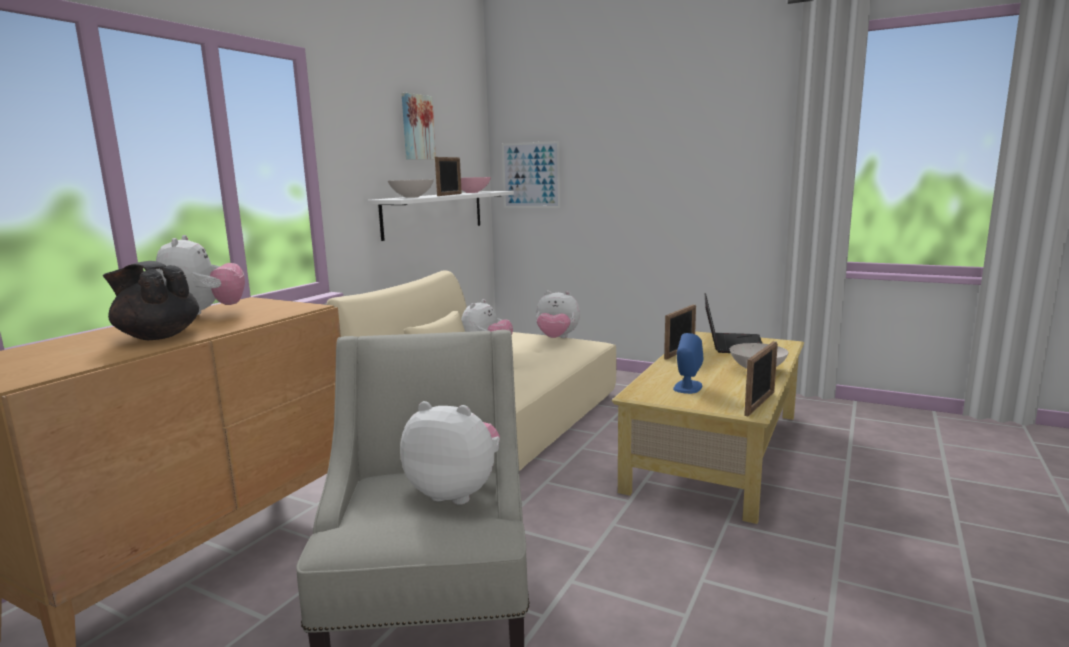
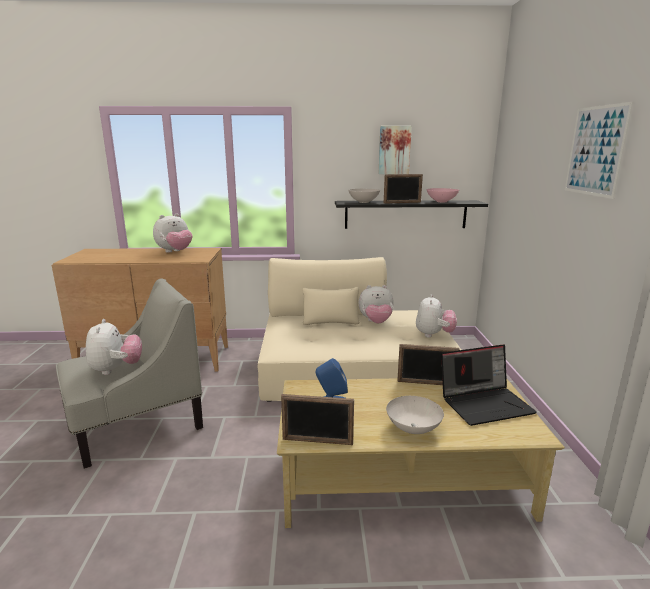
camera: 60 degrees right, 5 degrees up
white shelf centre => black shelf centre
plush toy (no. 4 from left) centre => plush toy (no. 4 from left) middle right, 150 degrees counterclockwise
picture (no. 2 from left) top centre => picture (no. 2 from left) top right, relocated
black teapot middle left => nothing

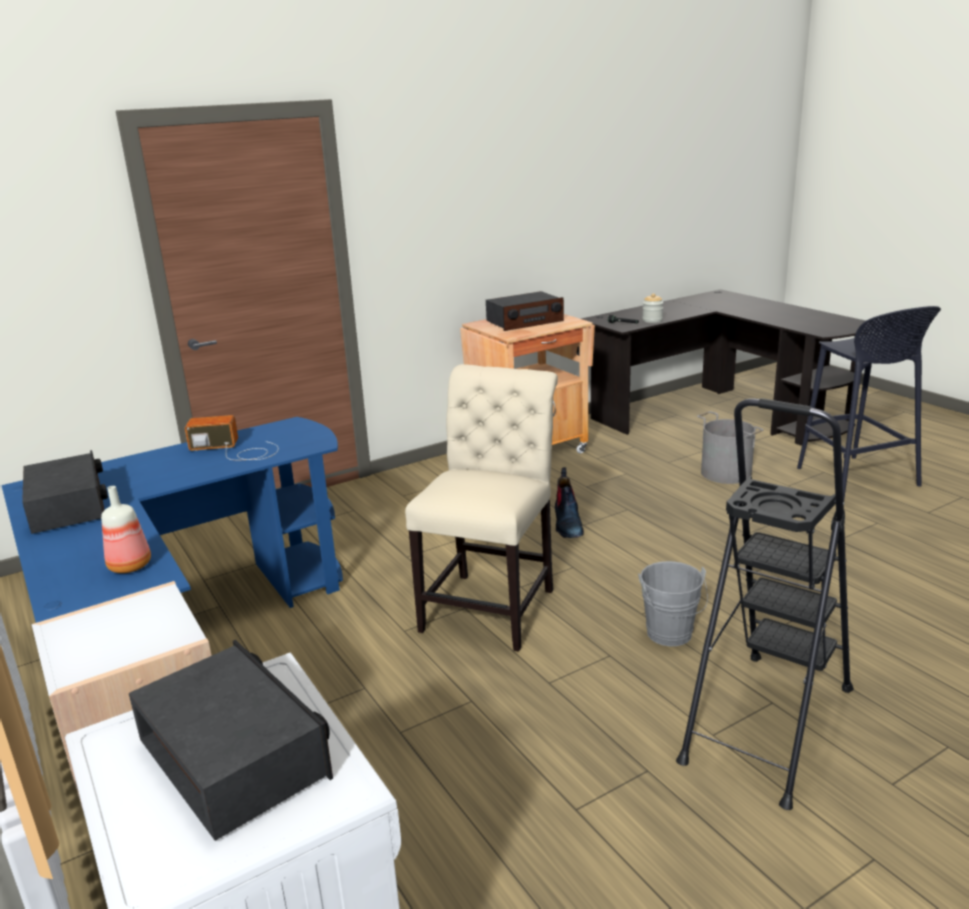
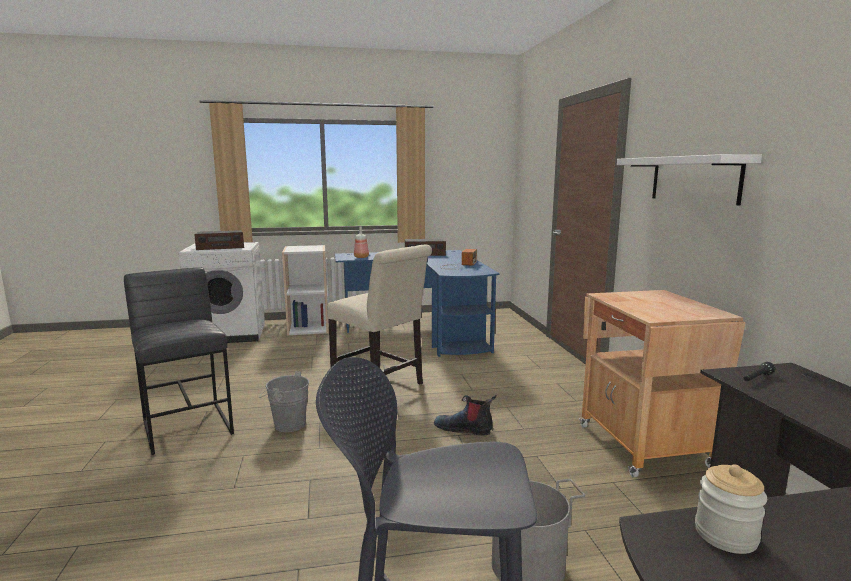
camera: 110 degrees right, 10 degrees down
step ladder middle right => grey stool (no. 1 from left) middle left
nothing => white shelf top right
jar middle right => jar bottom right, relocated
radio (no. 4 from left) centre => nothing

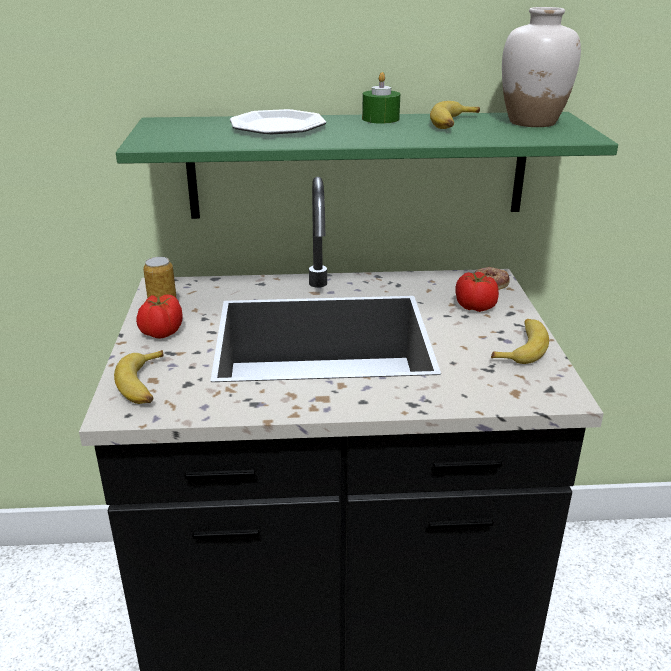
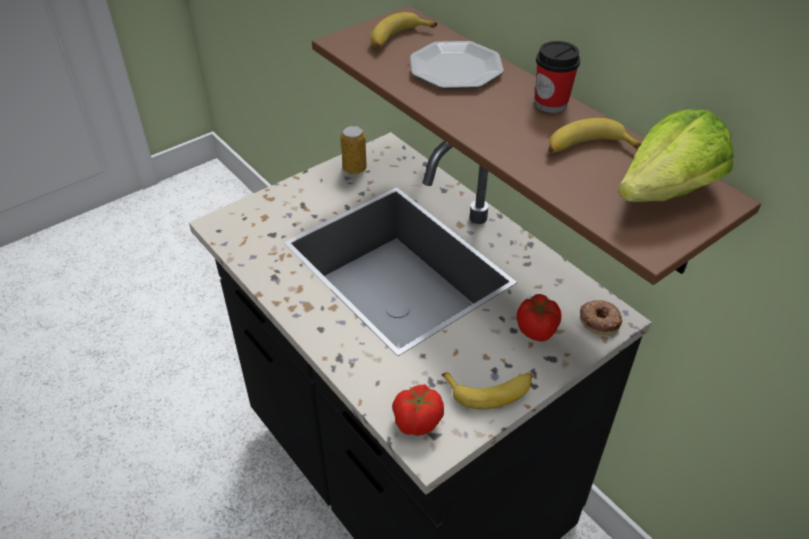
camera: 55 degrees right, 15 degrees up
green shelf top centre => brown shelf top centre
banana (no. 1 from left) middle left => banana (no. 1 from left) top centre, relocated
tomato (no. 1 from left) middle left => tomato (no. 1 from left) bottom centre, relocated
green candle top centre => cup top right
white vase top right => lettuce top right

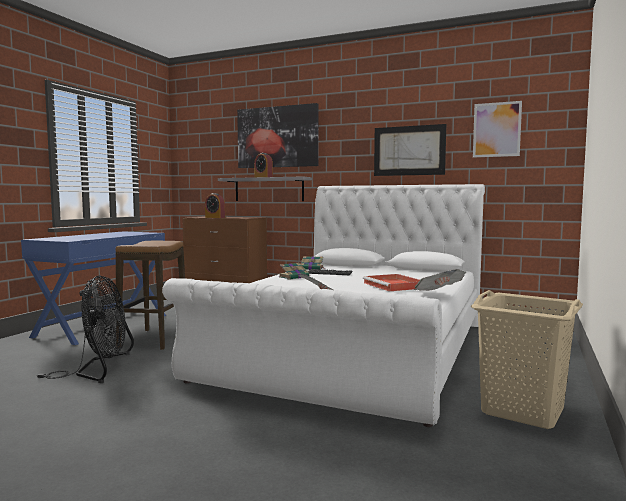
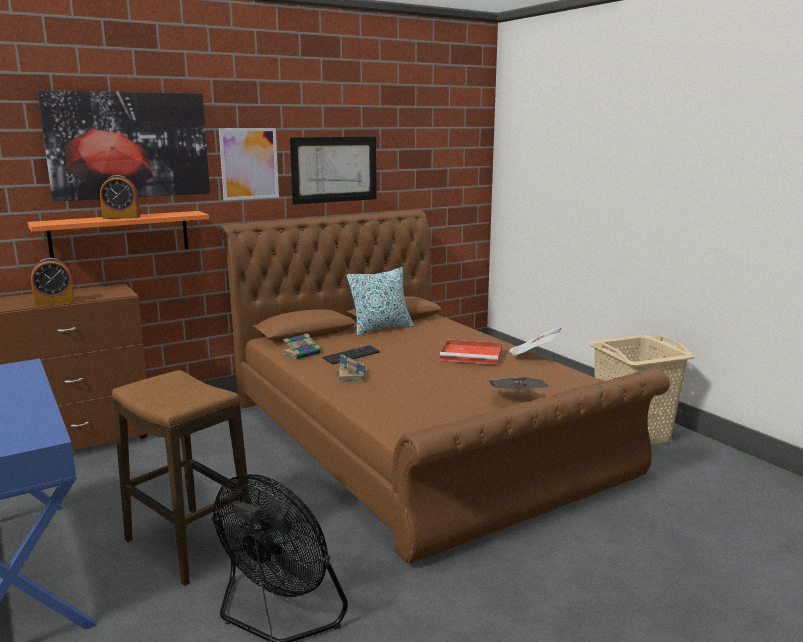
camera: 55 degrees left, 10 degrees up
grey shelf centre => orange shelf middle left
picture (no. 3 from left in the first image) top right => picture (no. 2 from left) top left, relocated
white bed centre => brown bed centre
nothing => pillow centre

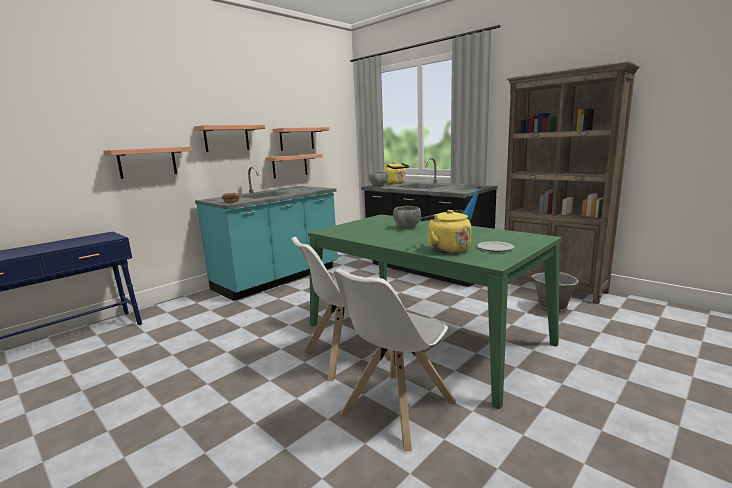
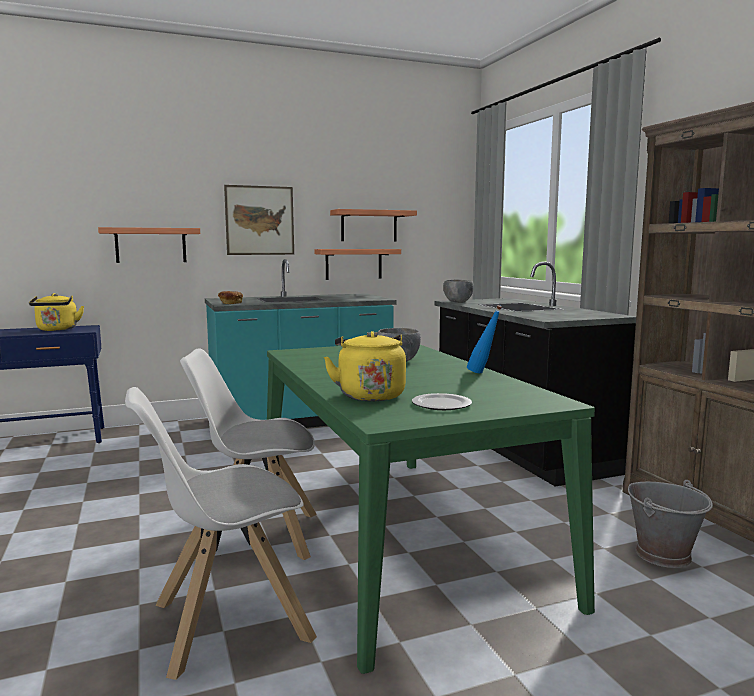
camera: 25 degrees right, 5 degrees down
yellow kettle (no. 1 from left) centre => yellow kettle (no. 1 from left) middle left, relocated
shelf (no. 2 from left) top left => picture top centre

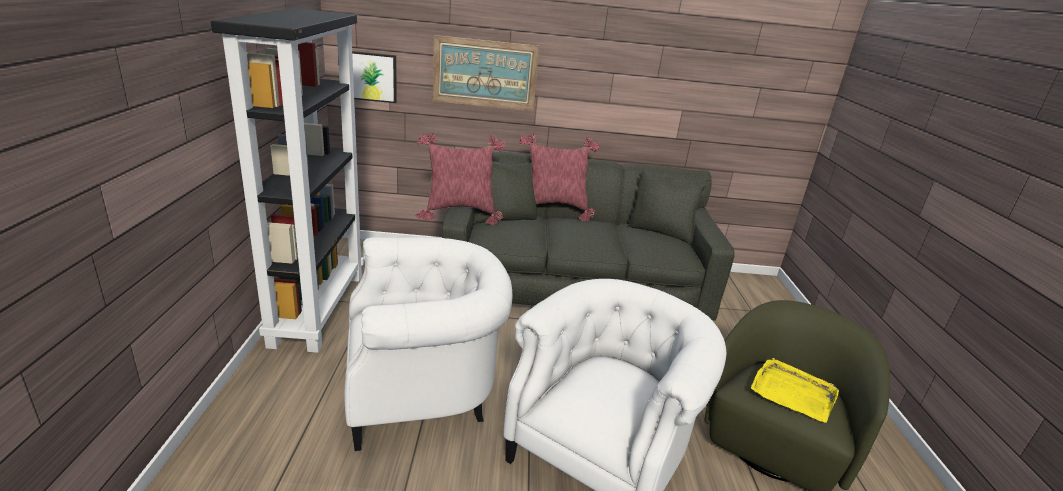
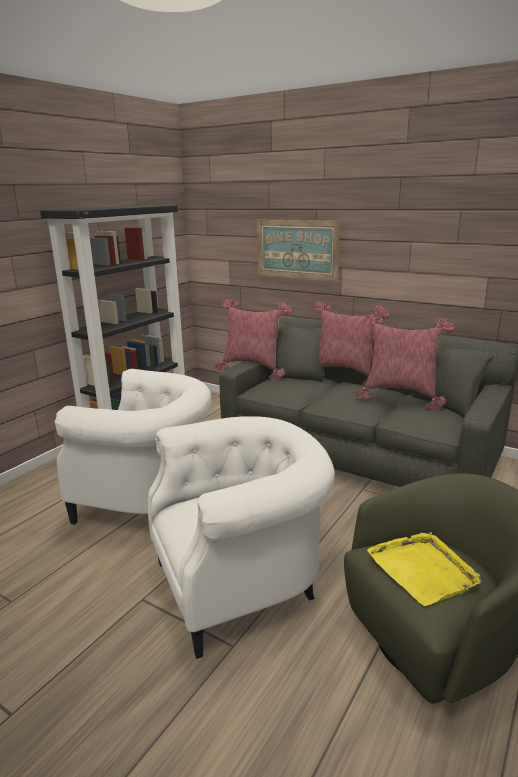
camera: 35 degrees right, 5 degrees down
nothing => red pillow (no. 3 from left) middle right
picture (no. 1 from left) top centre => nothing

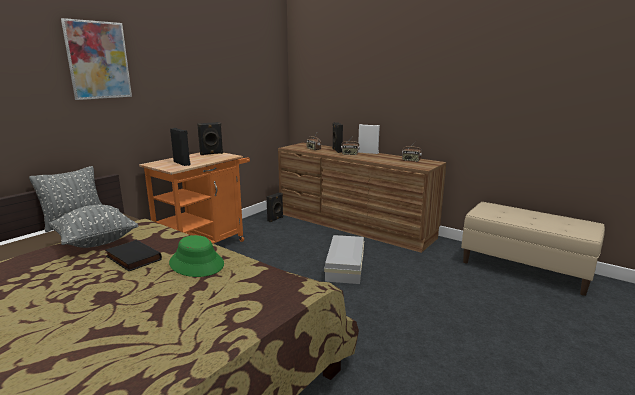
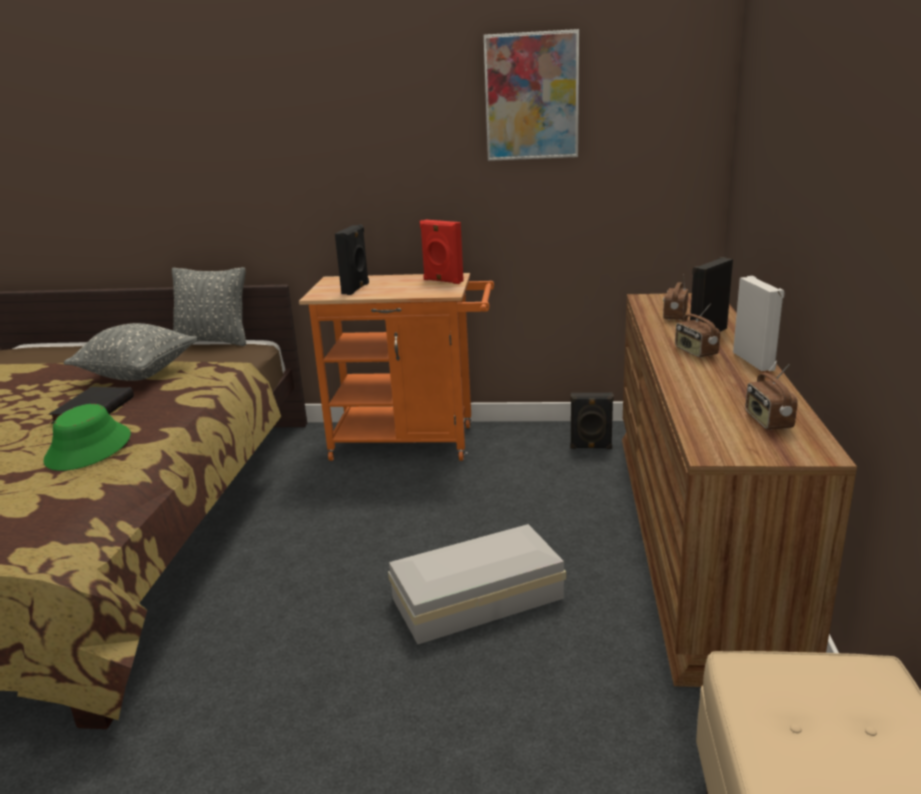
camera: 60 degrees right, 5 degrees up
black speaker (no. 2 from left) middle left => red speaker top centre
picture top left => picture top centre, relocated

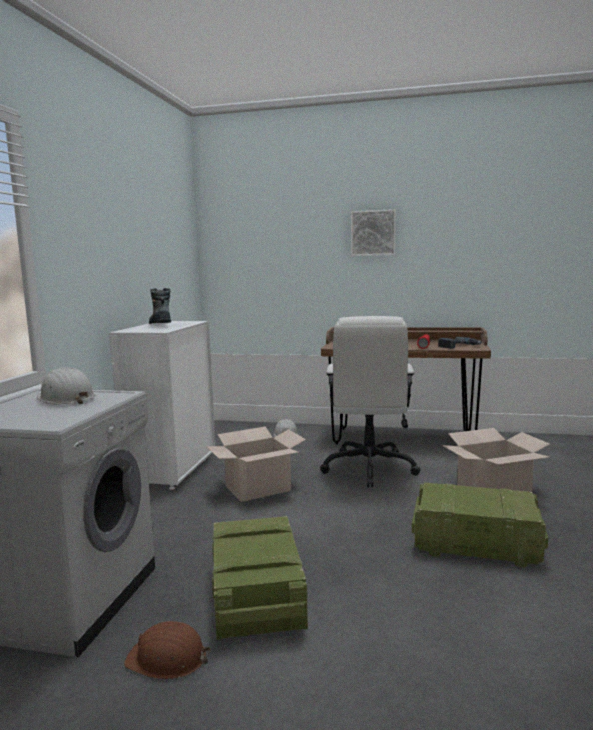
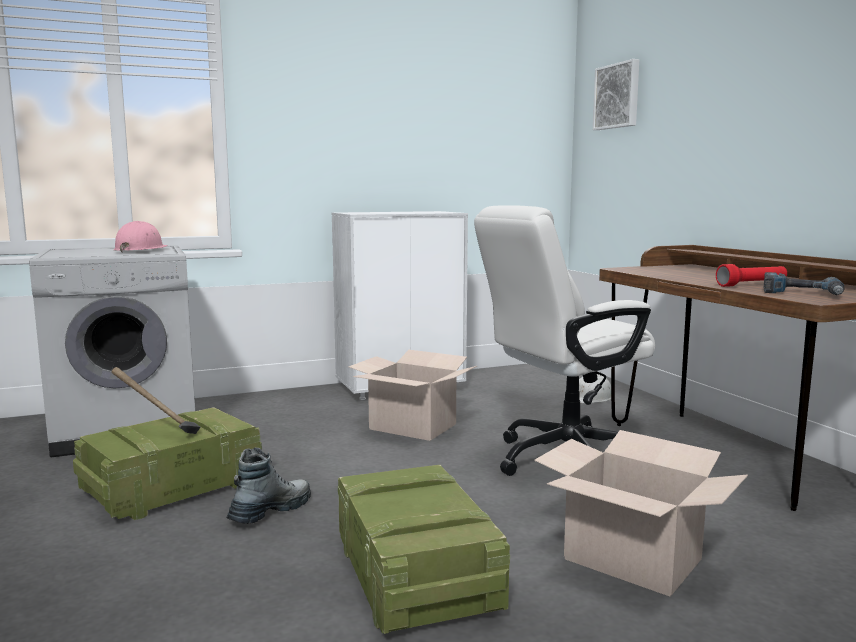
camera: 55 degrees right, 0 degrees up
nothing => hammer middle left
white hard hat (no. 1 from left) middle left => pink hard hat middle left
boot middle left => boot bottom left, relocated
picture top centre => picture top right, relocated
brown hard hat bottom left => nothing

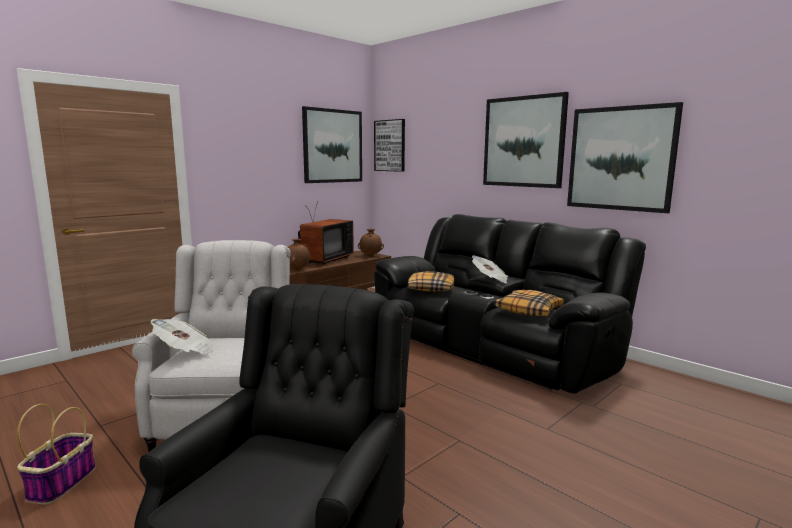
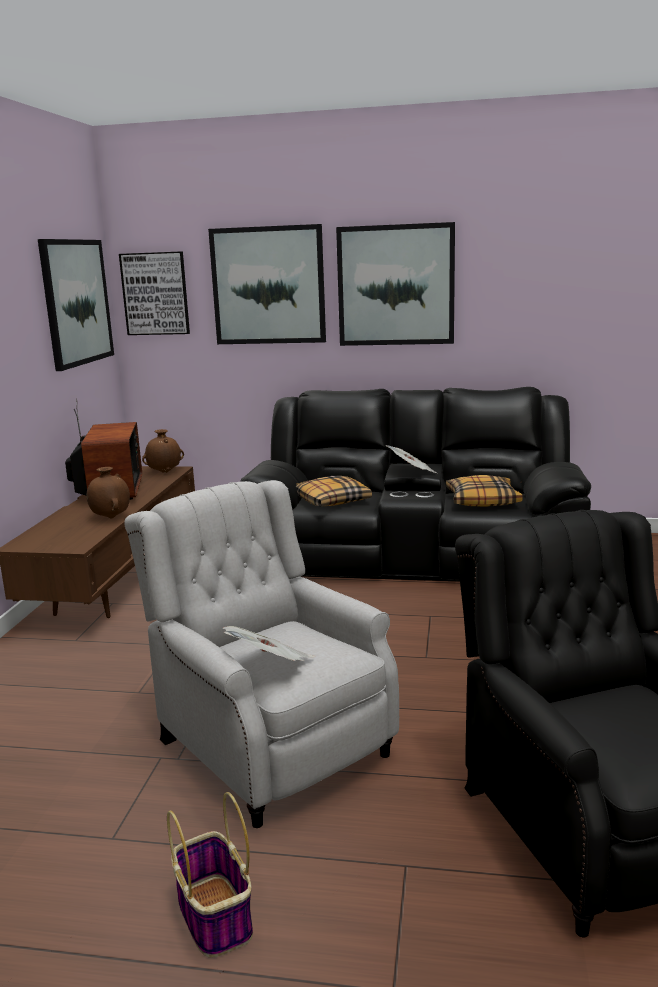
camera: 35 degrees left, 5 degrees up
picture (no. 4 from left in the first image) top right => picture (no. 3 from left) top centre, relocated

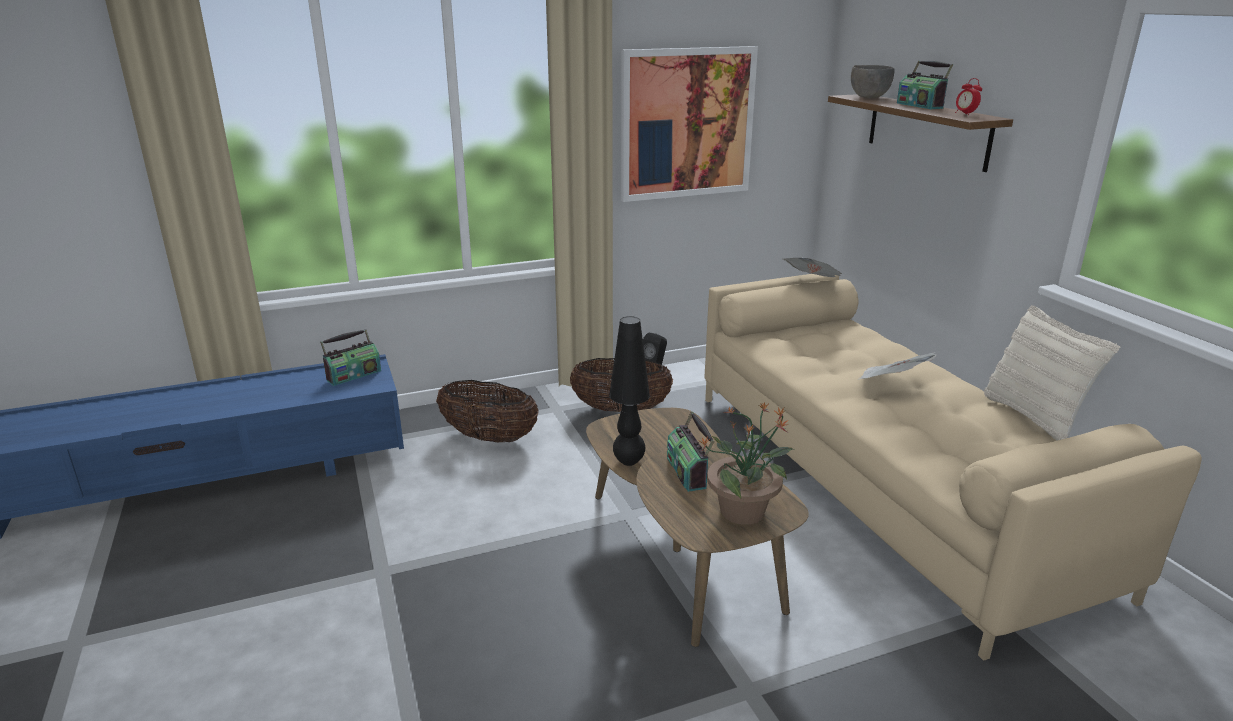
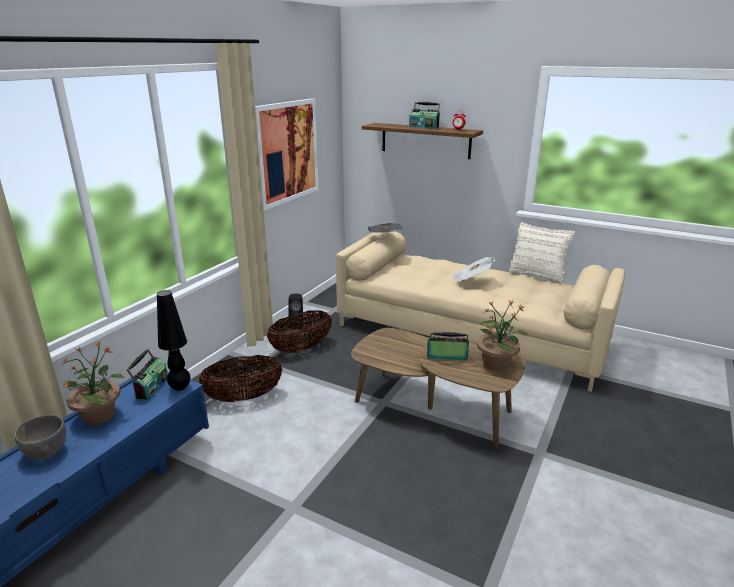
camera: 40 degrees left, 0 degrees up
grey bowl top right => grey bowl bottom left, relocated
nothing => potted plant (no. 1 from left) middle left
black table lamp centre => black table lamp middle left, relocated
radio (no. 2 from left in the first image) centre => radio (no. 3 from left) centre, 150 degrees clockwise

